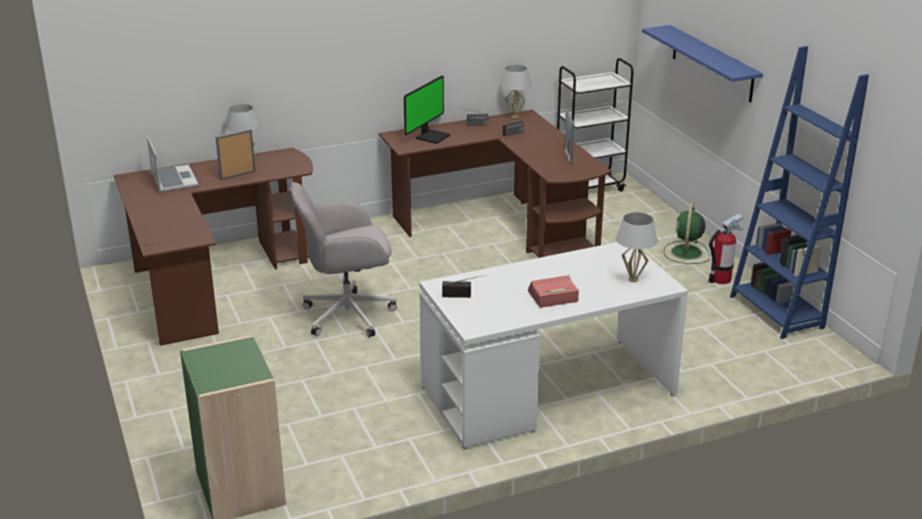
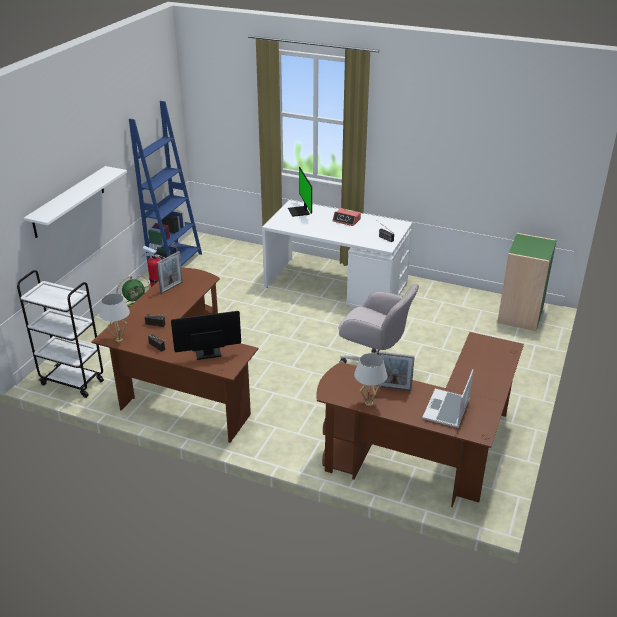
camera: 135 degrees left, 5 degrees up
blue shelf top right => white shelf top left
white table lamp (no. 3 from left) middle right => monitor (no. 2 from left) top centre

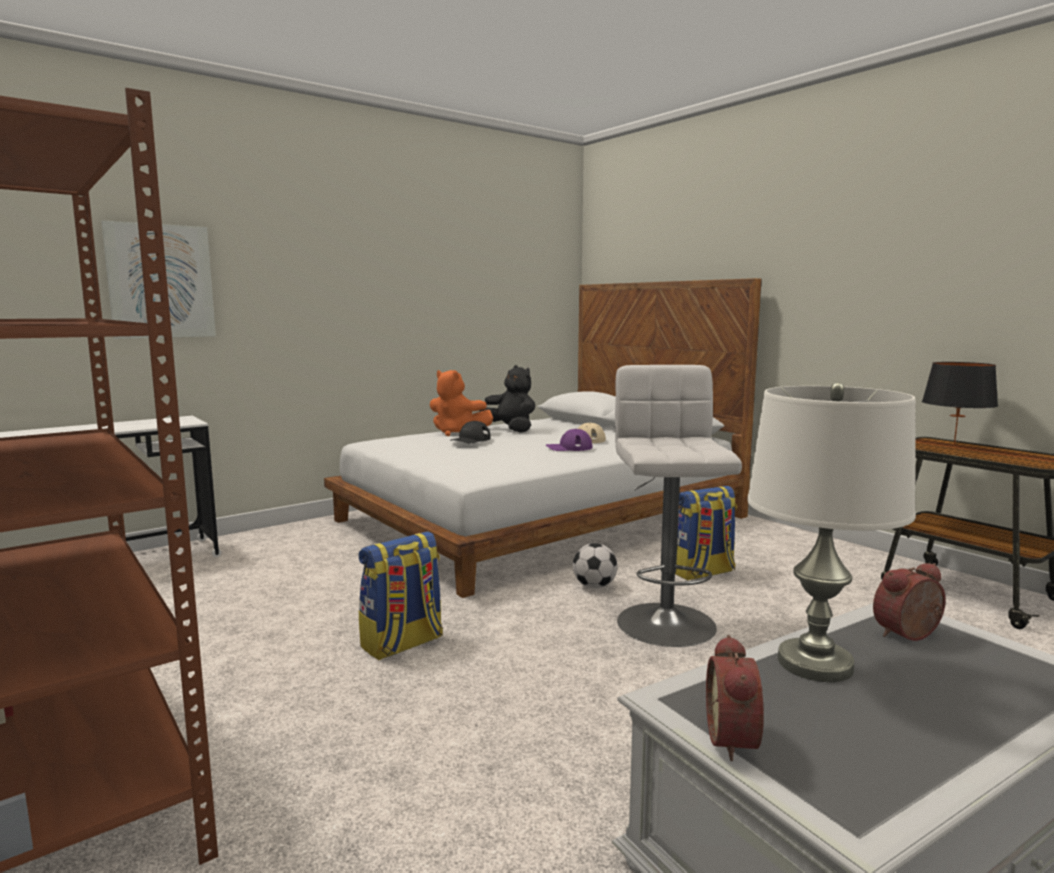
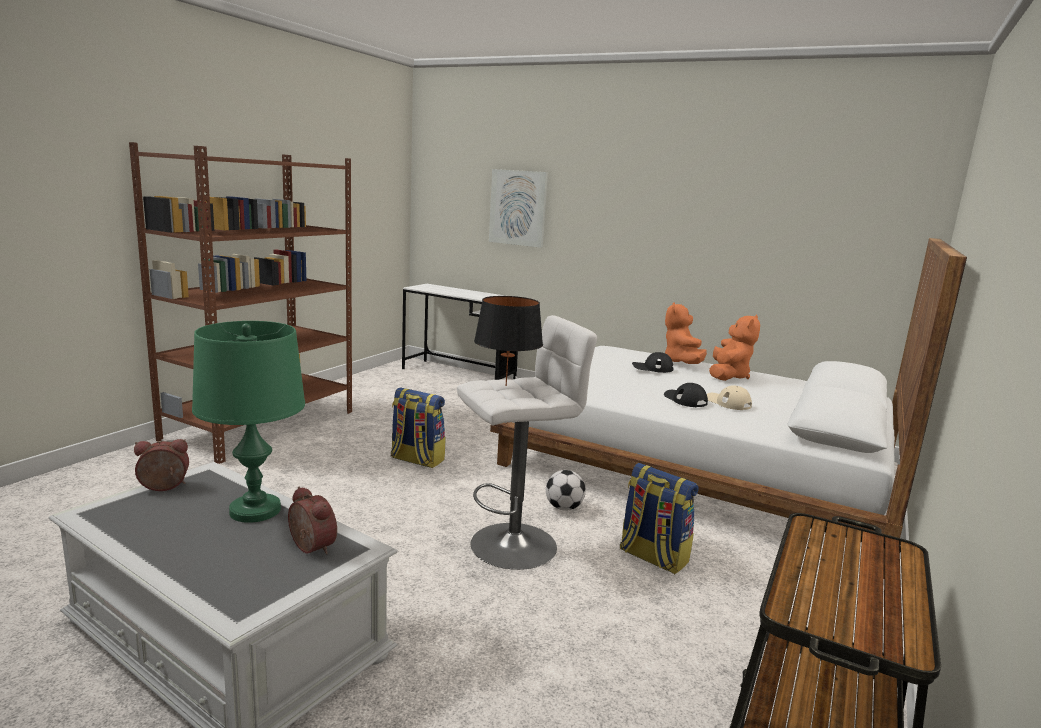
camera: 65 degrees right, 5 degrees up
white table lamp middle right => green table lamp middle left
black table lamp middle right => black table lamp centre, relocated
purple cap centre => black cap (no. 2 from left) centre
black plush toy centre => orange plush toy (no. 2 from left) middle right

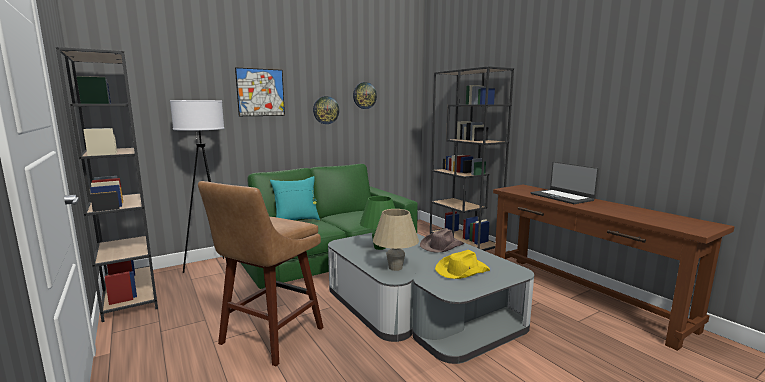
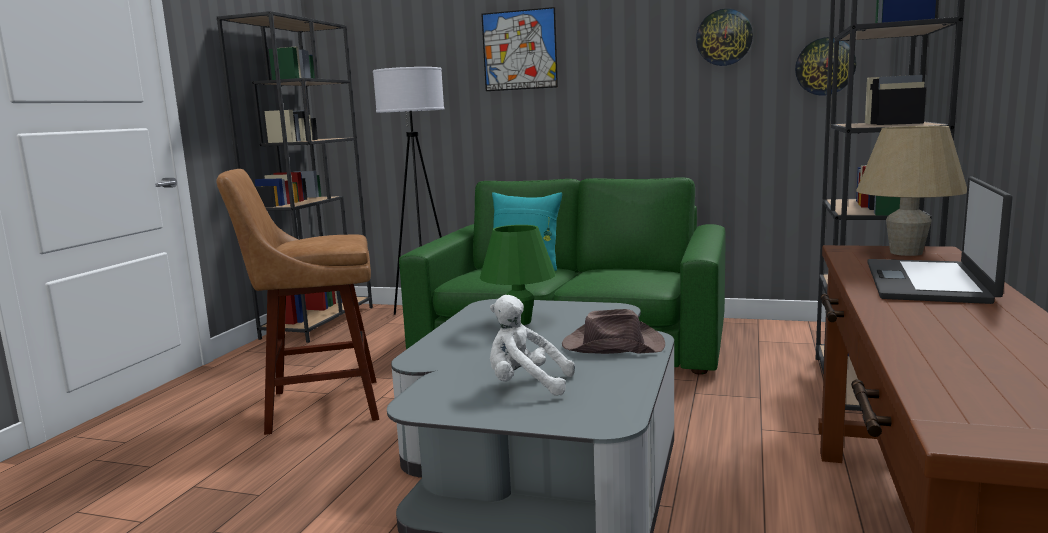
camera: 50 degrees right, 0 degrees up
yellow hat bottom centre => white plush toy centre
wall clock (no. 1 from left in the first image) top centre => wall clock (no. 2 from left) top right, relocated
beige table lamp centre => beige table lamp middle right, relocated

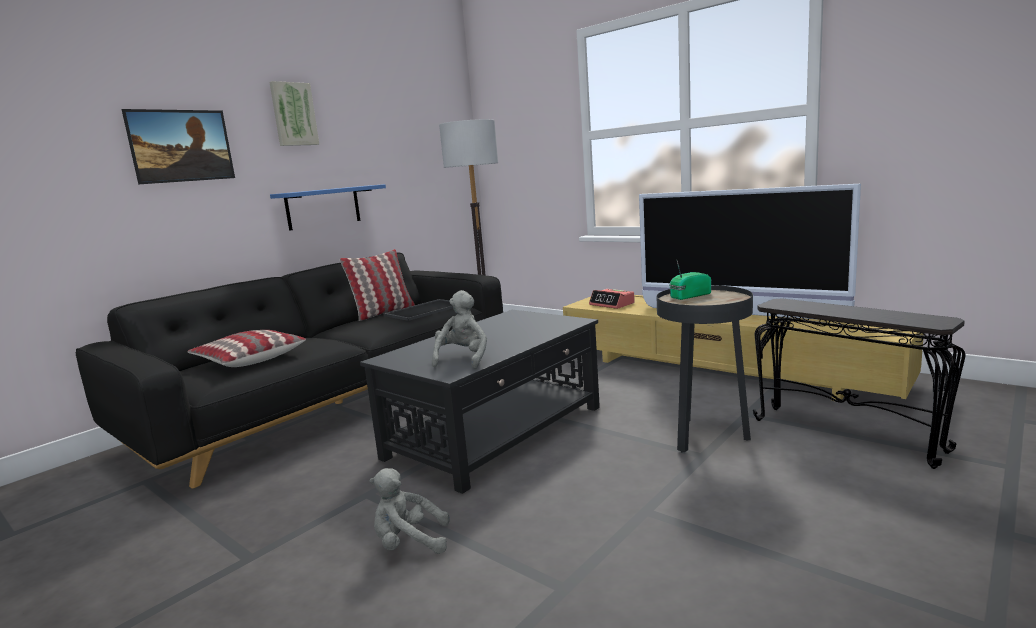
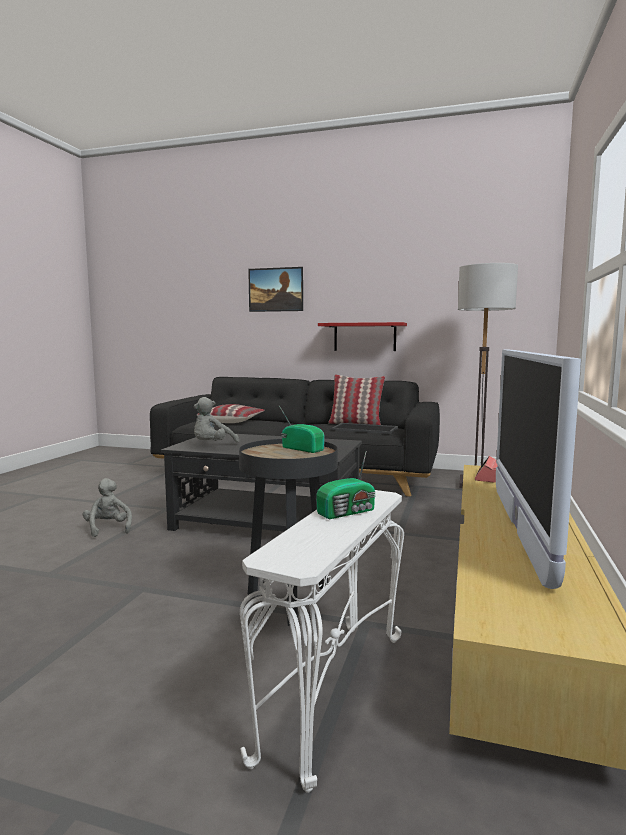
camera: 65 degrees right, 5 degrees down
grey plush toy (no. 2 from left) centre, 135 degrees clockwise
black side table (no. 2 from left) middle right => white side table bottom centre
nothing => radio (no. 2 from left) centre
blue shelf top left => red shelf centre
picture (no. 2 from left) top left => nothing

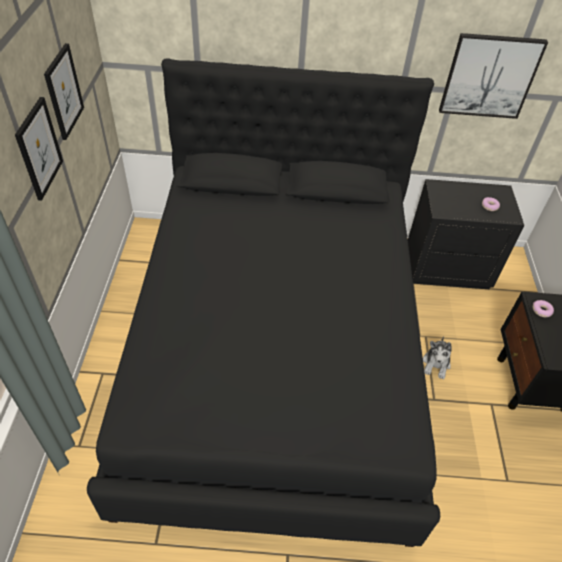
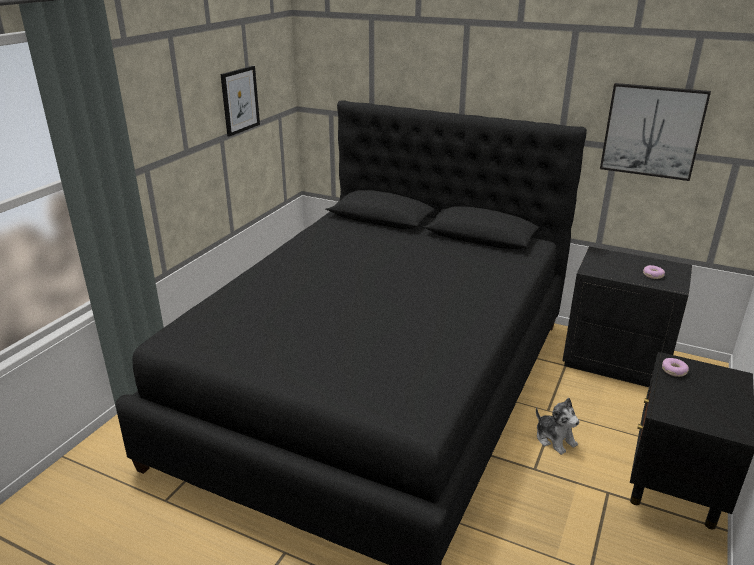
camera: 25 degrees right, 20 degrees down
plush toy middle right => plush toy bottom right, 75 degrees counterclockwise
picture (no. 1 from left) top left => nothing

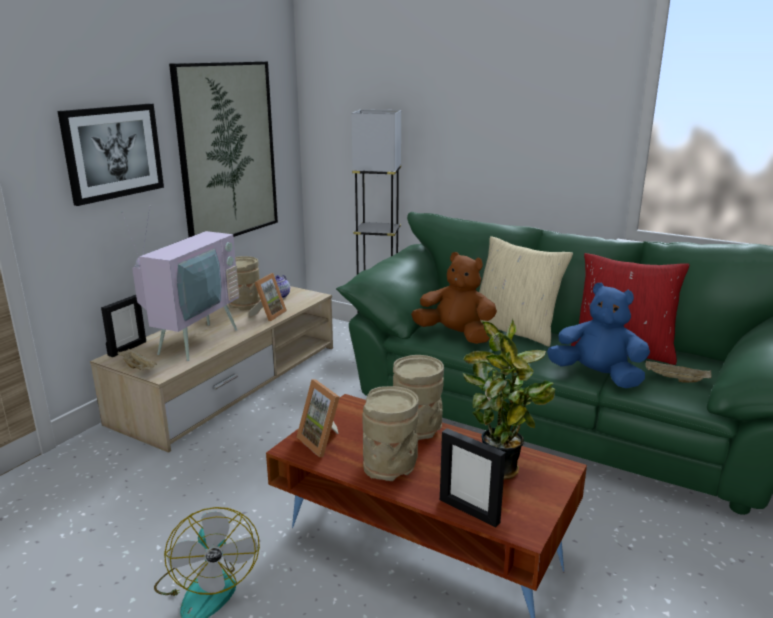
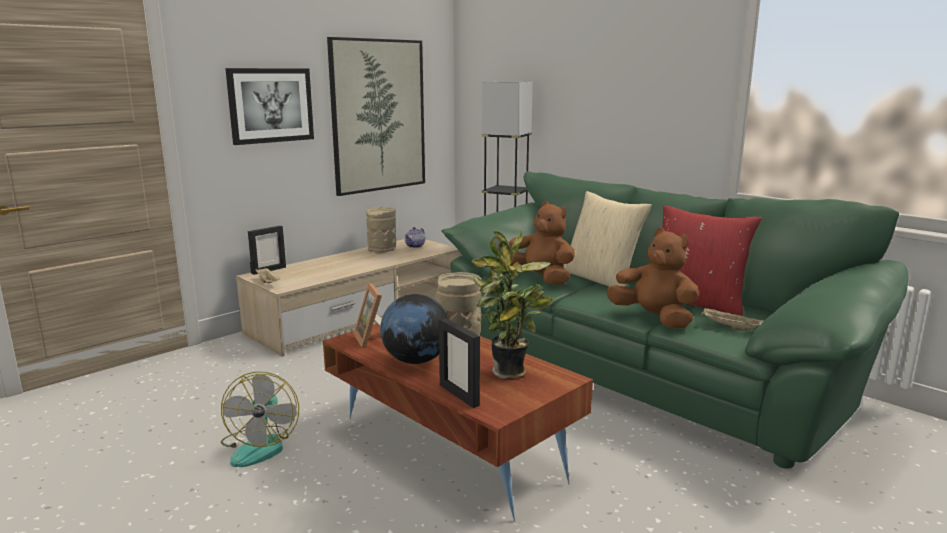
camera: 15 degrees right, 5 degrees down
beige vase (no. 2 from left) bottom centre => globe centre
blue plush toy middle right => brown plush toy (no. 2 from left) middle right
television middle left => nothing
picture frame (no. 2 from left) centre => nothing

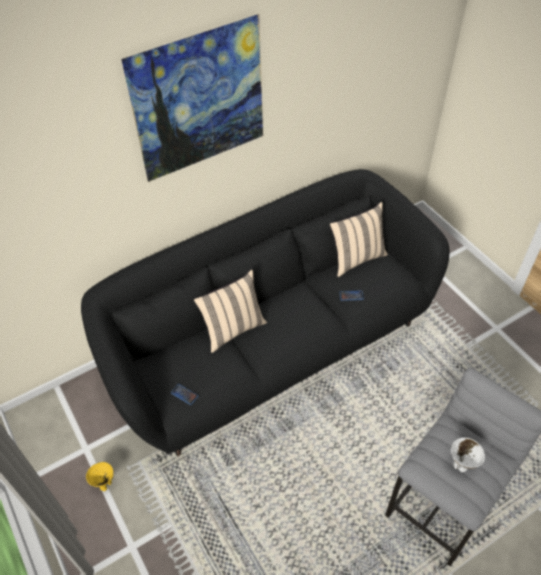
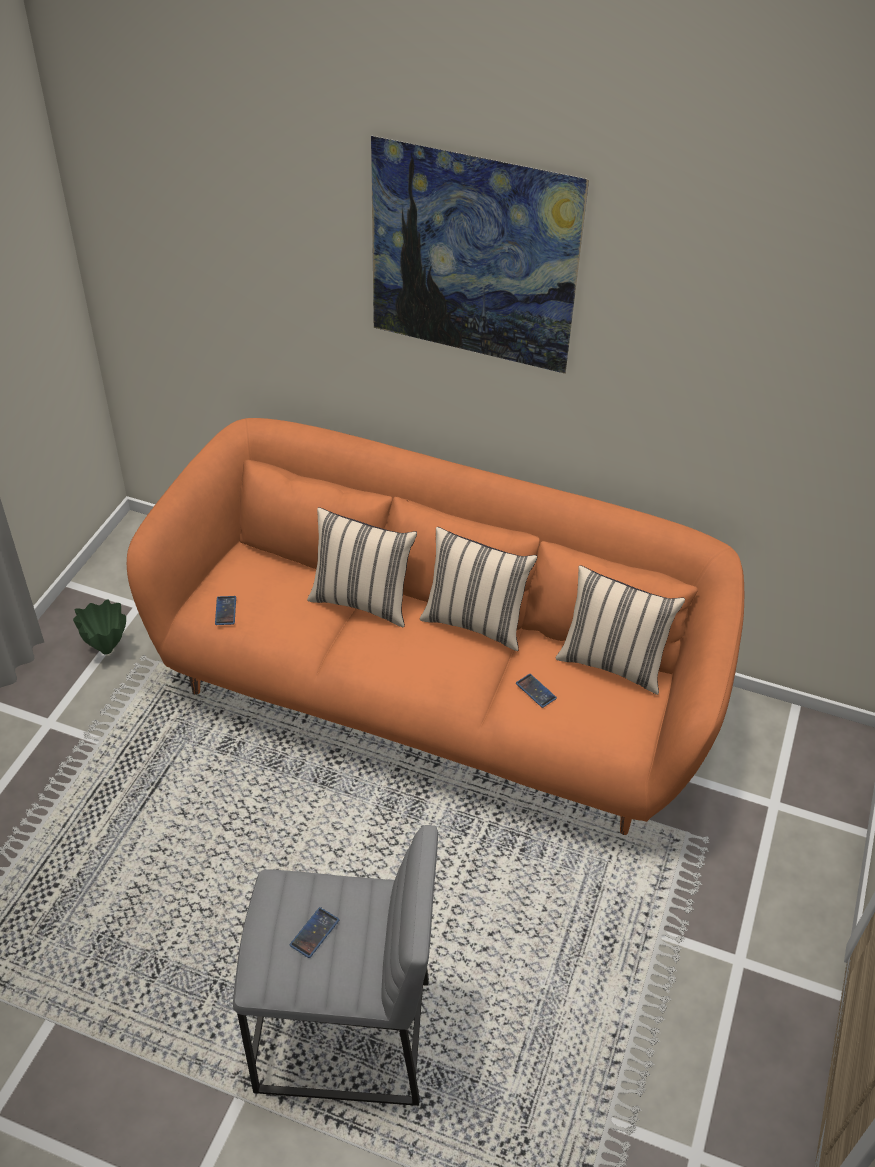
camera: 50 degrees right, 5 degrees down
yellow bowl bottom left => green vase middle left
black sofa centre => orange sofa centre
white bowl bottom right => phone (no. 2 from left) bottom centre
nothing => beige pillow (no. 2 from left) centre

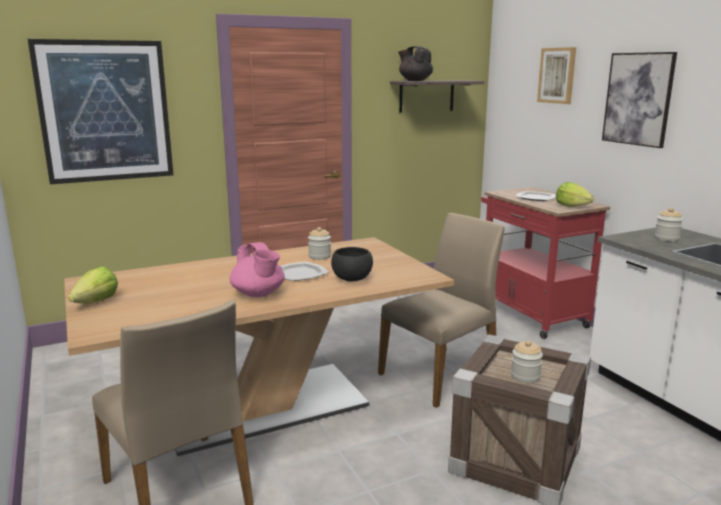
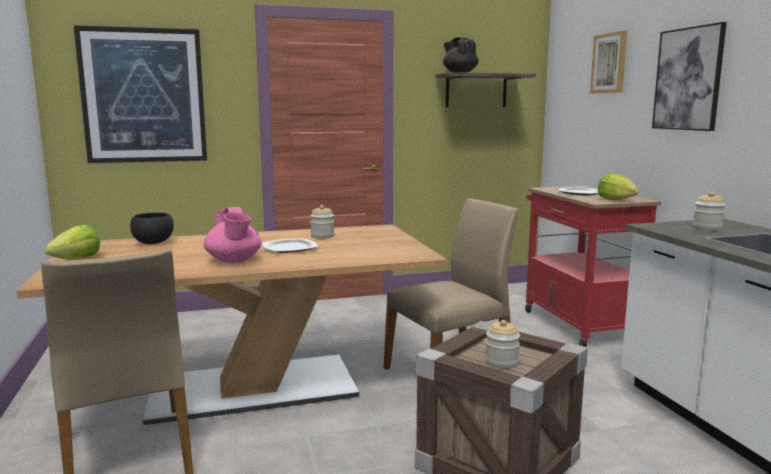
camera: 10 degrees right, 5 degrees down
black bowl centre => black bowl middle left, relocated

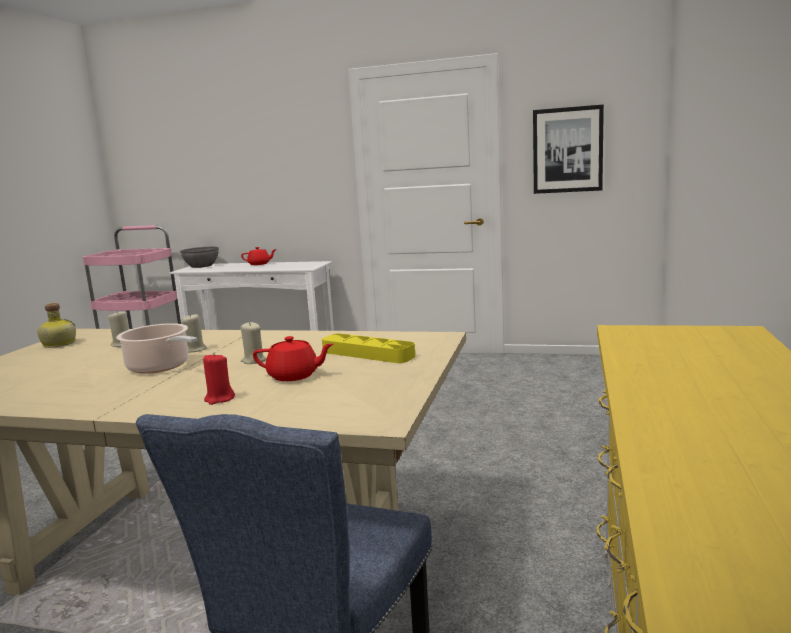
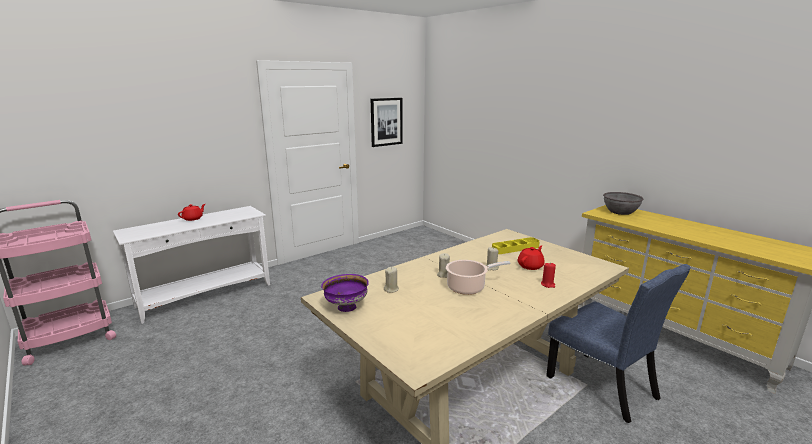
camera: 55 degrees left, 5 degrees up
bottle middle left => purple bowl centre
grey bowl middle left => grey bowl middle right, relocated

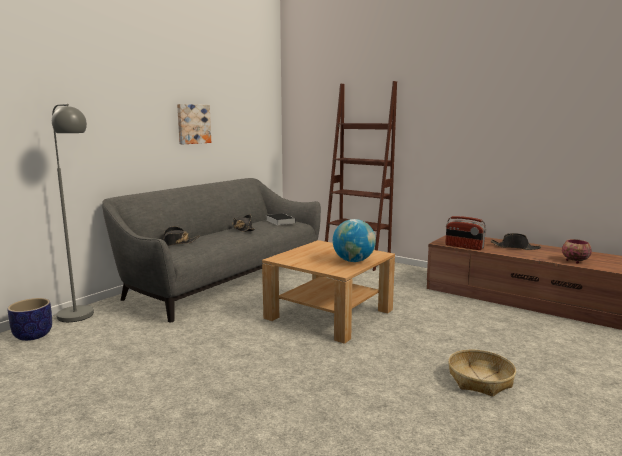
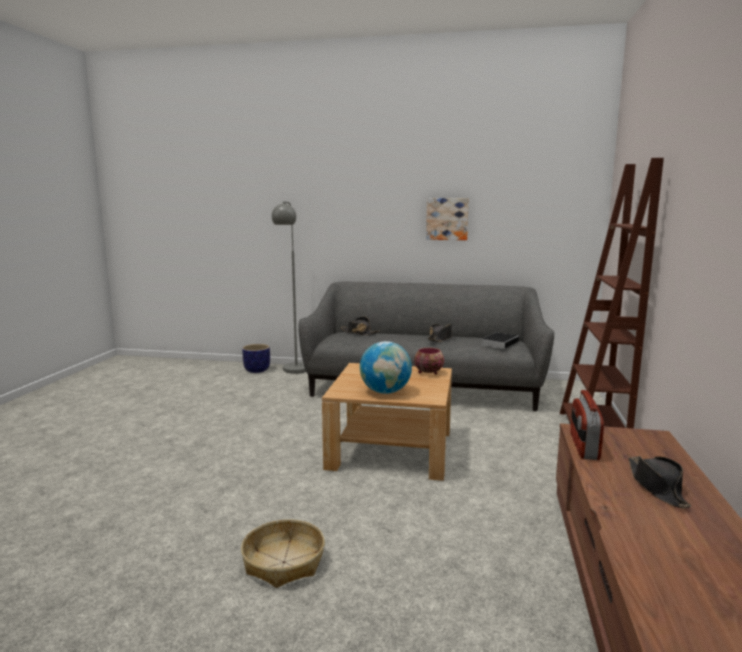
camera: 65 degrees right, 0 degrees up
bowl middle right => bowl centre, relocated

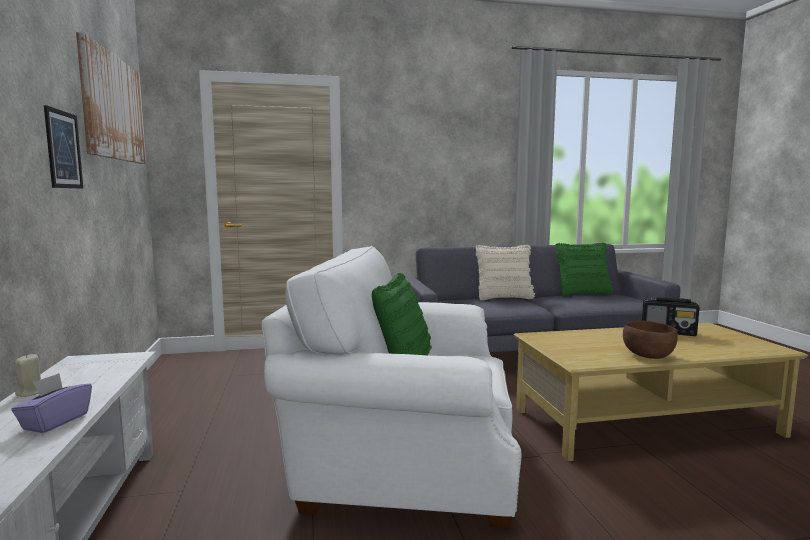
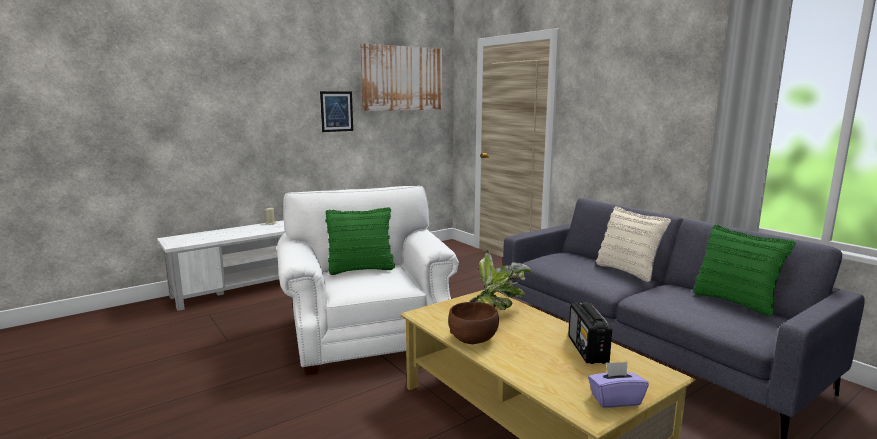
camera: 65 degrees right, 5 degrees up
nothing => potted plant centre
purple tissue box bottom left => purple tissue box bottom right, relocated

